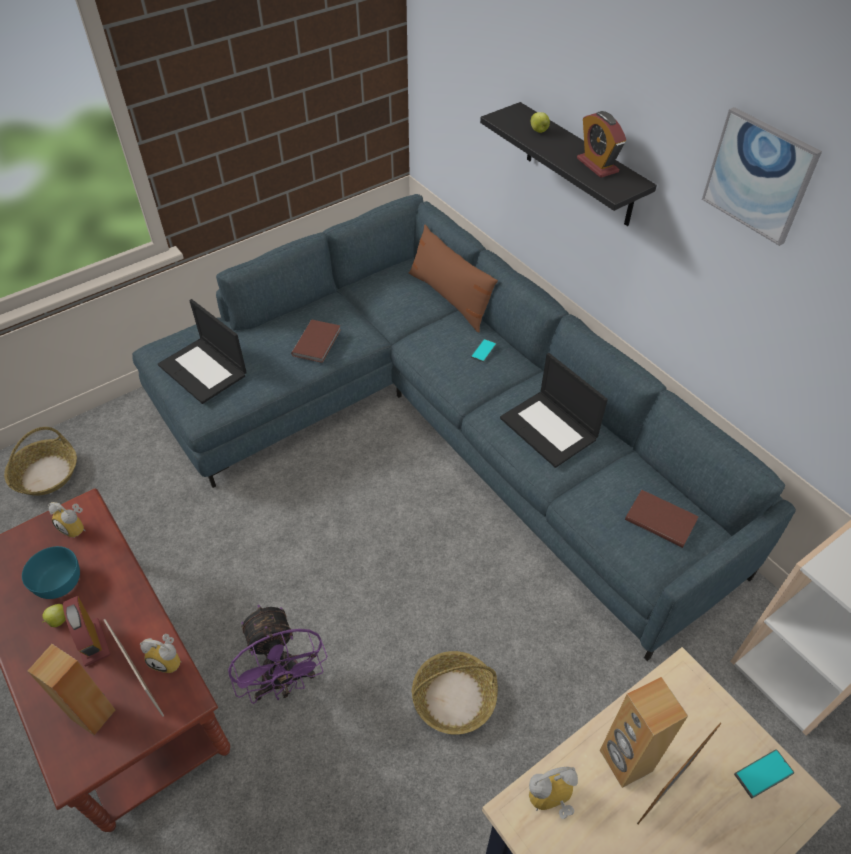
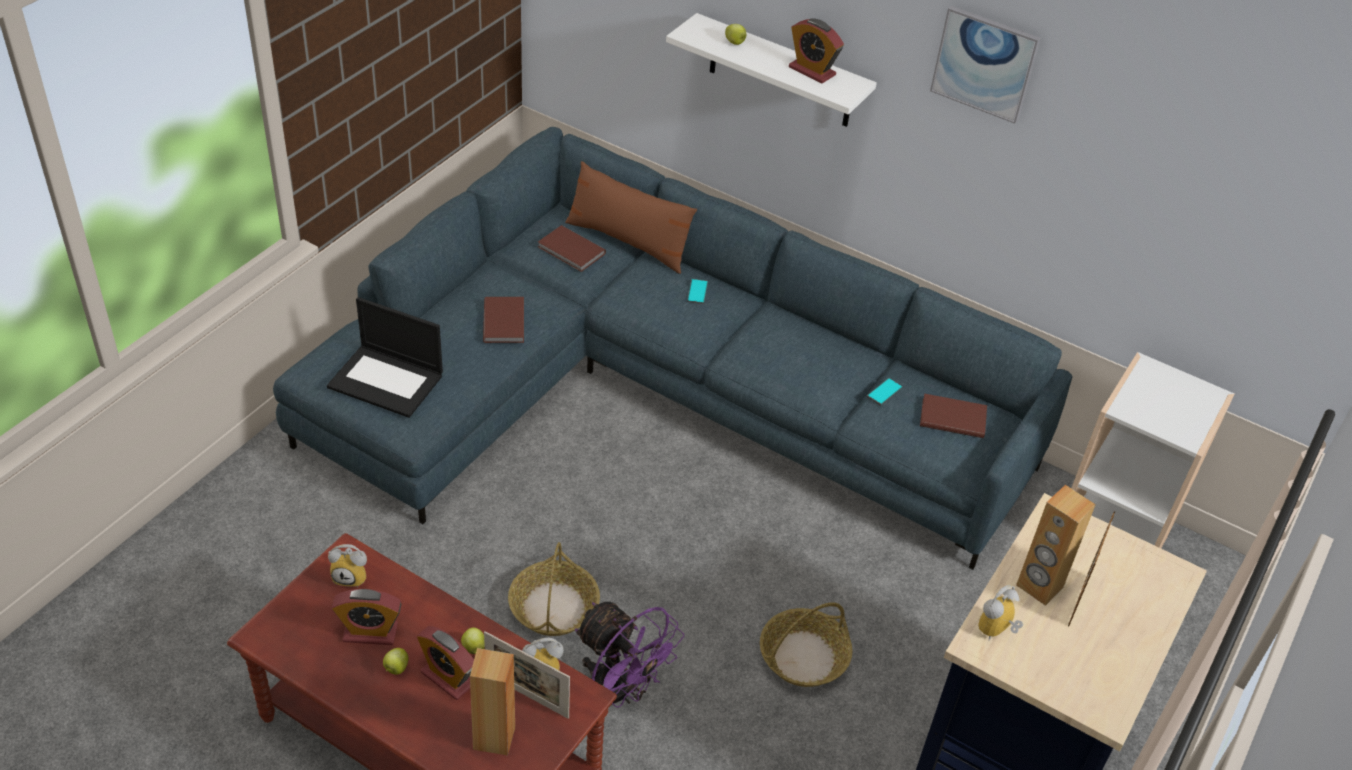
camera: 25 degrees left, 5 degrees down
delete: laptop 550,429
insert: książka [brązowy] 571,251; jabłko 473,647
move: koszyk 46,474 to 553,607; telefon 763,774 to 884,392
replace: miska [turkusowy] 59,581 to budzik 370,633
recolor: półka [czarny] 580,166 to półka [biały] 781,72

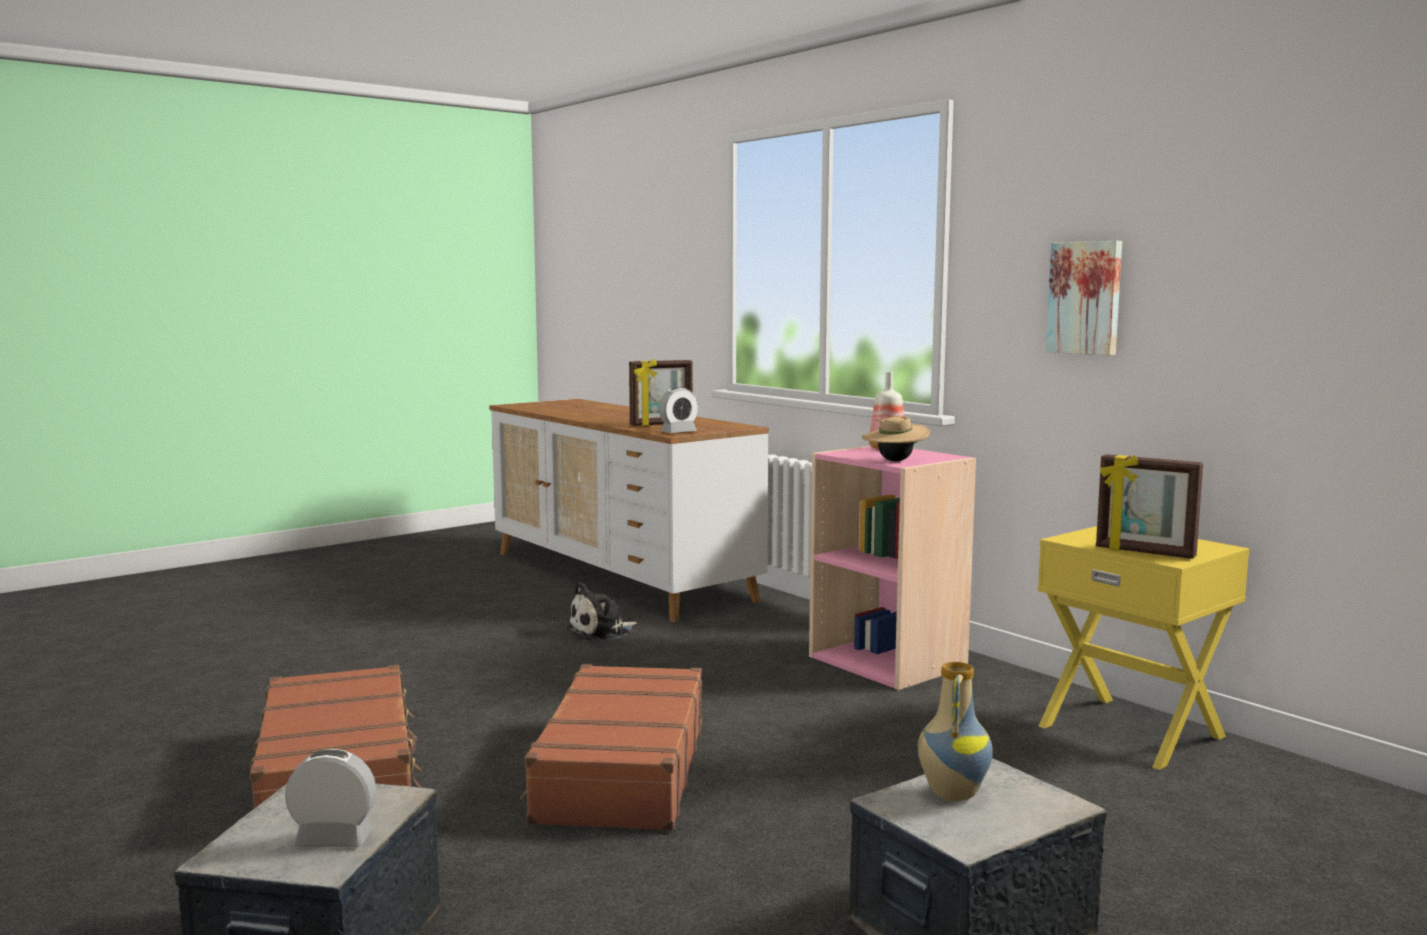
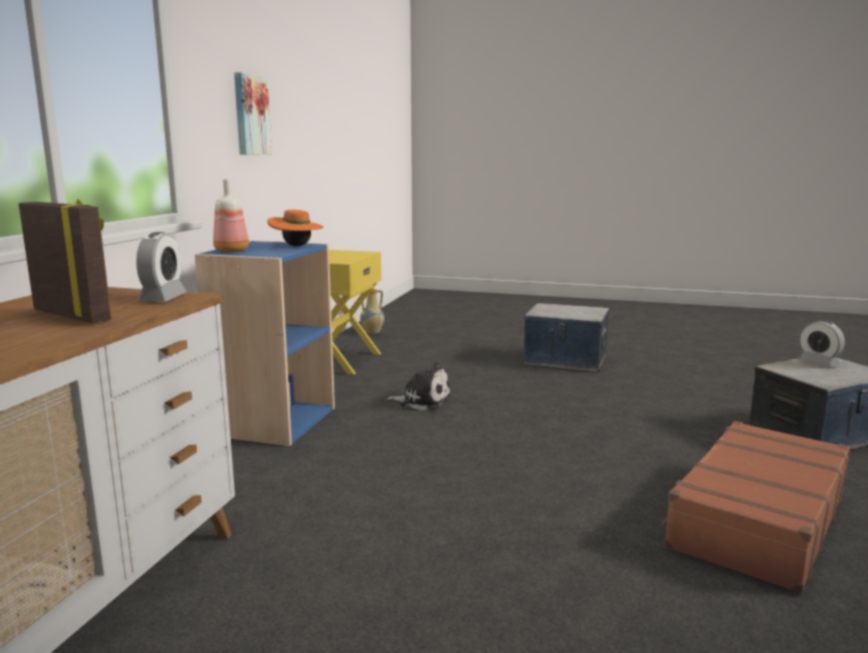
camera: 125 degrees left, 5 degrees up
delete: ramka na zdjęcie 1144,552; walizka [brązowy] 620,770
move: pluszak 602,632 to 422,401; wazon 951,794 to 372,333
recolor: kapelusz [beżowy] 894,460 to kapelusz [pomarańczowy] 296,246; regał [różowy] 889,662 to regał [niebieski] 275,420
rotate: budzik 678,432 = 163,298 75 degrees clockwise

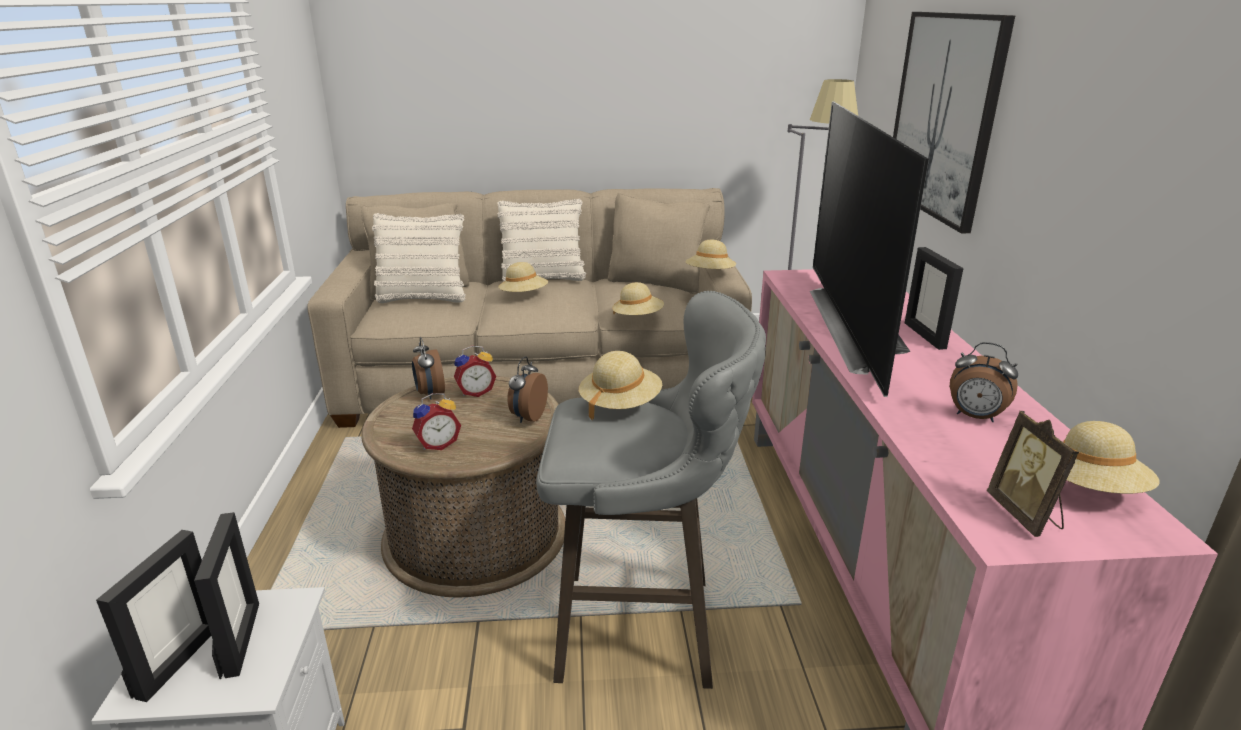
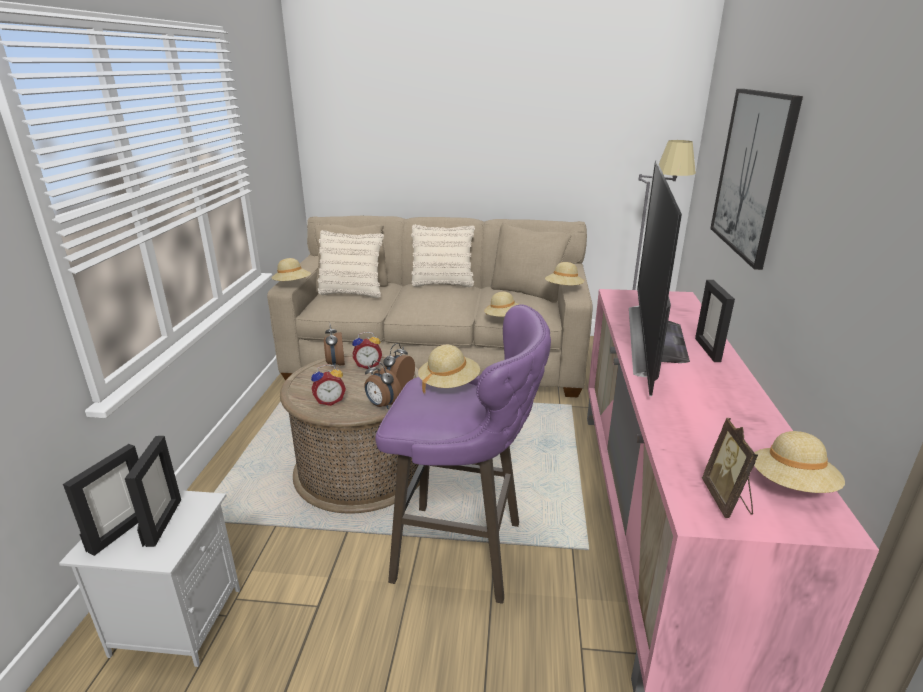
camera: 10 degrees right, 0 degrees up
move: kapelusz [beżowy] 524,296 to 292,284; budzik 975,417 to 382,405
recolor: stołek [szary] 645,628 to stołek [fioletowy] 464,552

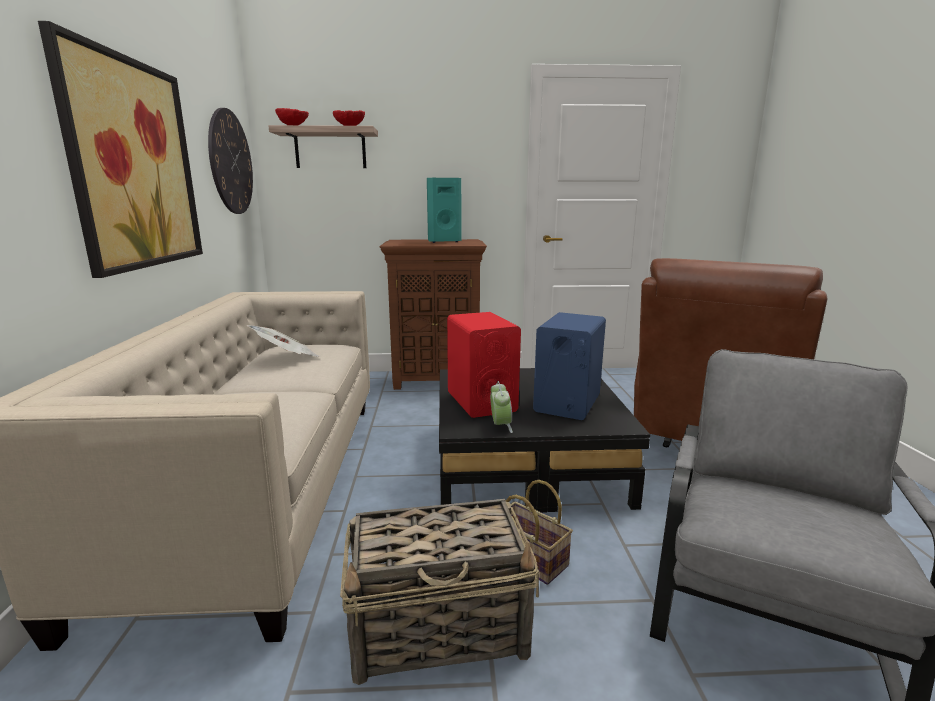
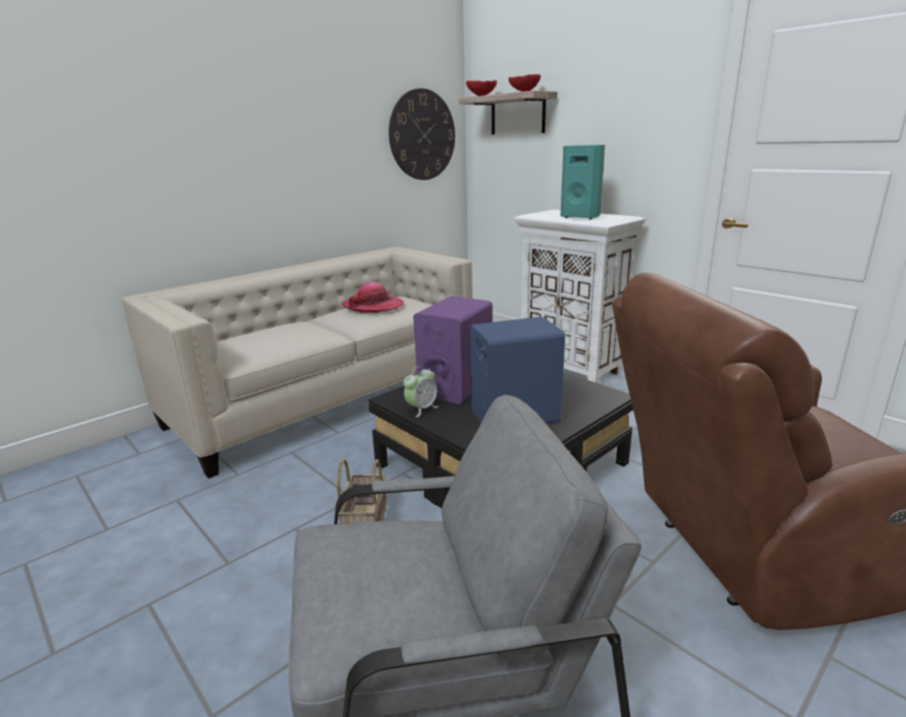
camera: 50 degrees right, 5 degrees up
delete: obraz 133,165; koszyk 440,628
replace: gazeta 287,358 to kapelusz 373,306
recolor: szafka [brązowy] 437,380 to szafka [biały] 571,367; głośnik [czerwony] 481,401 to głośnik [fioletowy] 456,386

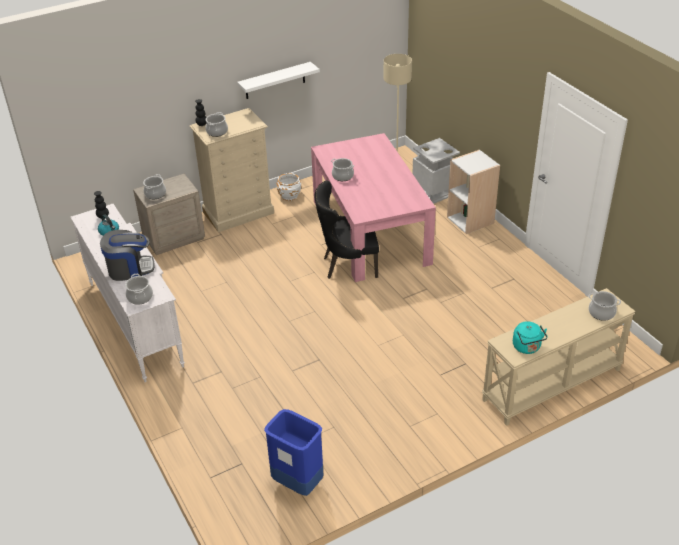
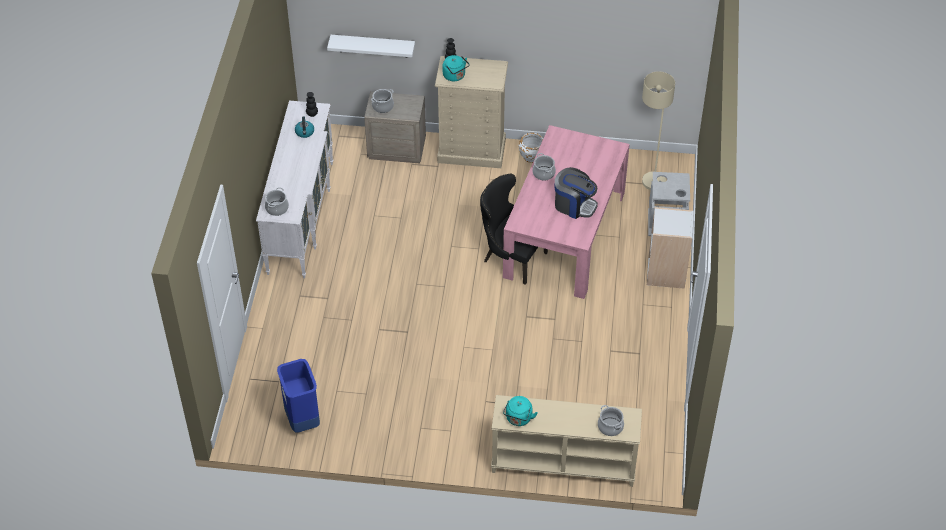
camera: 35 degrees right, 10 degrees up
move: półka [biały] 275,81 to 373,46; ekspres do kawy 130,269 to 574,205
replace: garnek 217,132 to czajnik [turkusowy] 455,76

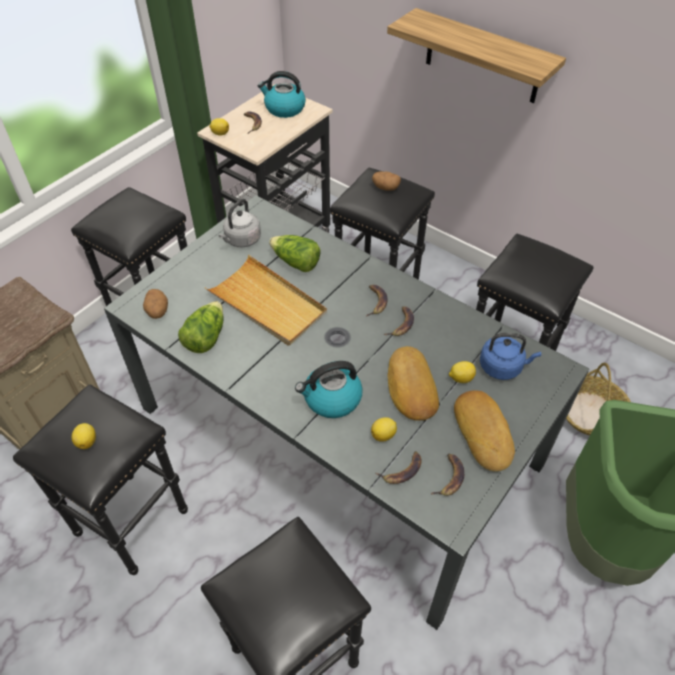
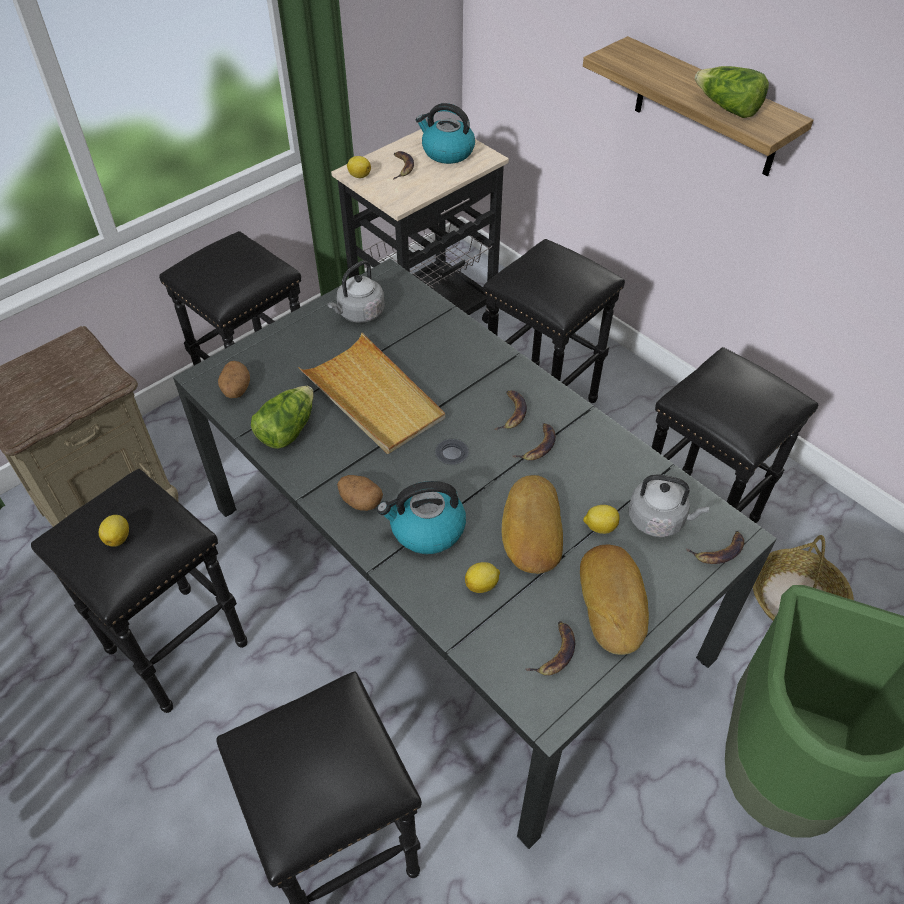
camera: 10 degrees right, 0 degrees up
move: ziemniak 385,188 to 360,501; sałata 296,262 to 727,108; banan 402,470 to 719,551
recolor: czajnik [niebieski] 502,367 to czajnik [szary] 659,520

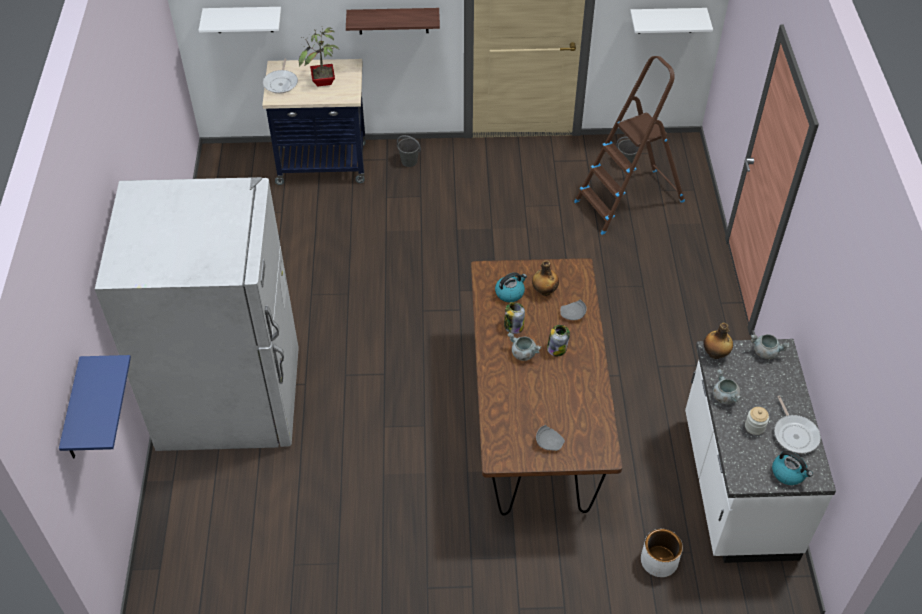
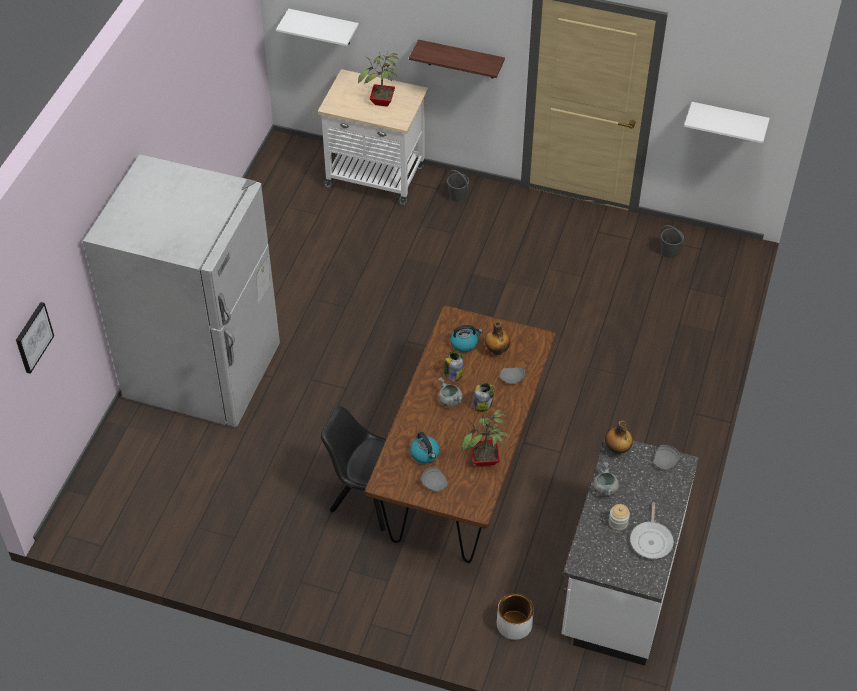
camera: 20 degrees right, 0 degrees up
delete: drabinka [brązowy] 628,201; patelnia 281,83
insert: krzesło [czarny] 367,499; roślina doniczkowa 484,461
move: czajnik 788,473 to 425,454
replace: garnek [szary] 766,352 to talerz [szary] 665,461; półka [niebieski] 74,413 to obraz 33,337
recolor: wózek [niebieski] 323,164 to wózek [biały] 376,178

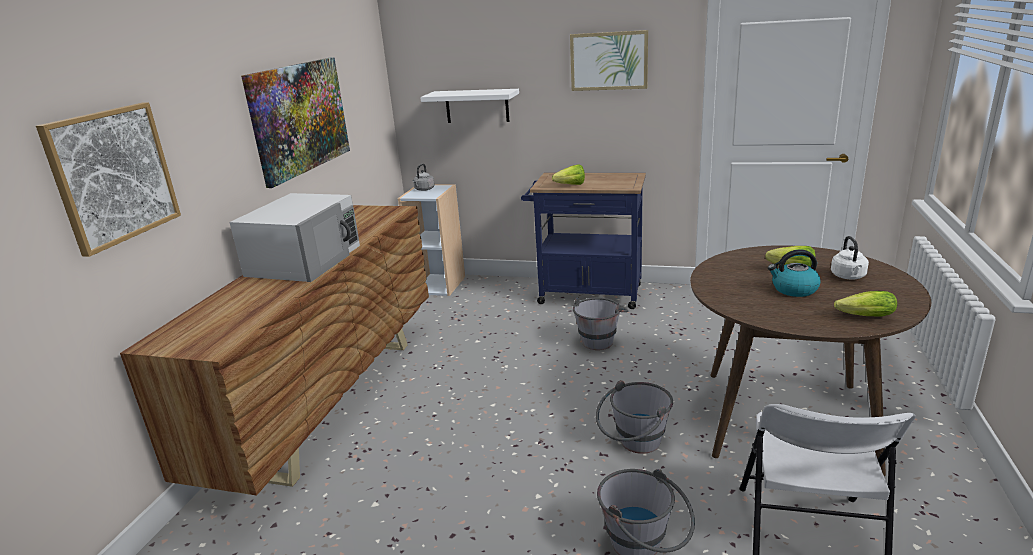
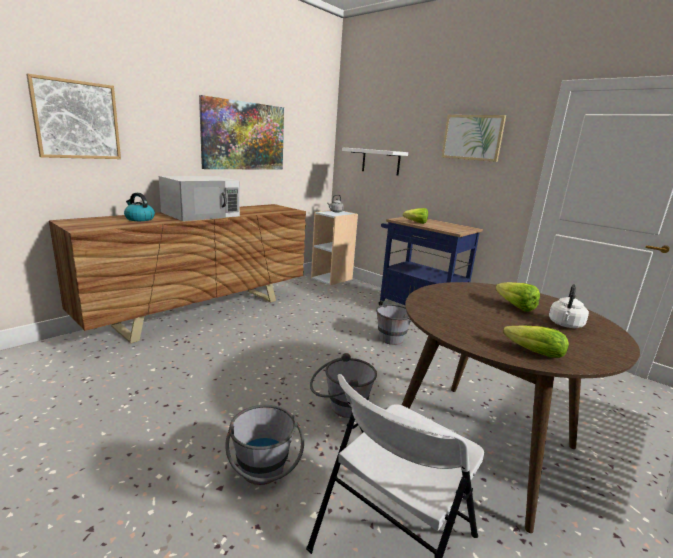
camera: 25 degrees right, 5 degrees down
move: czajnik 793,289 to 139,219

